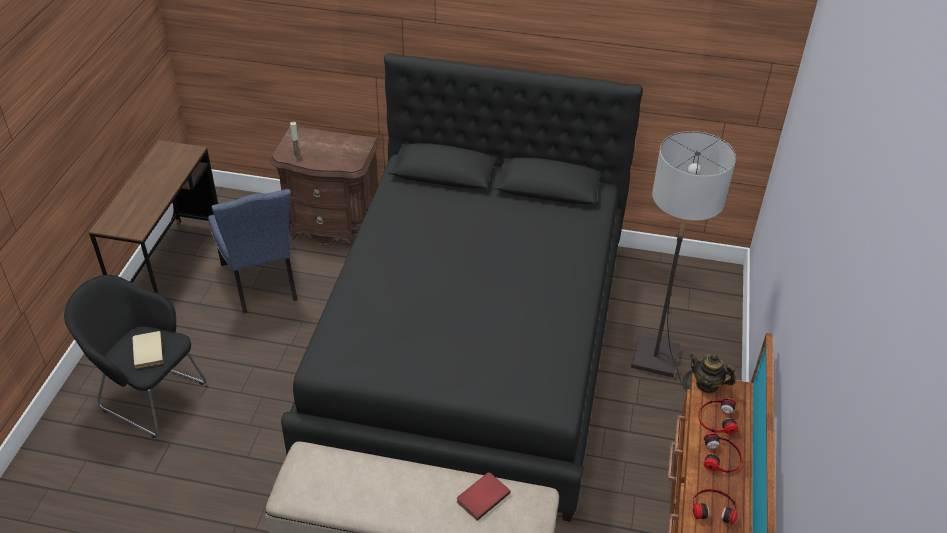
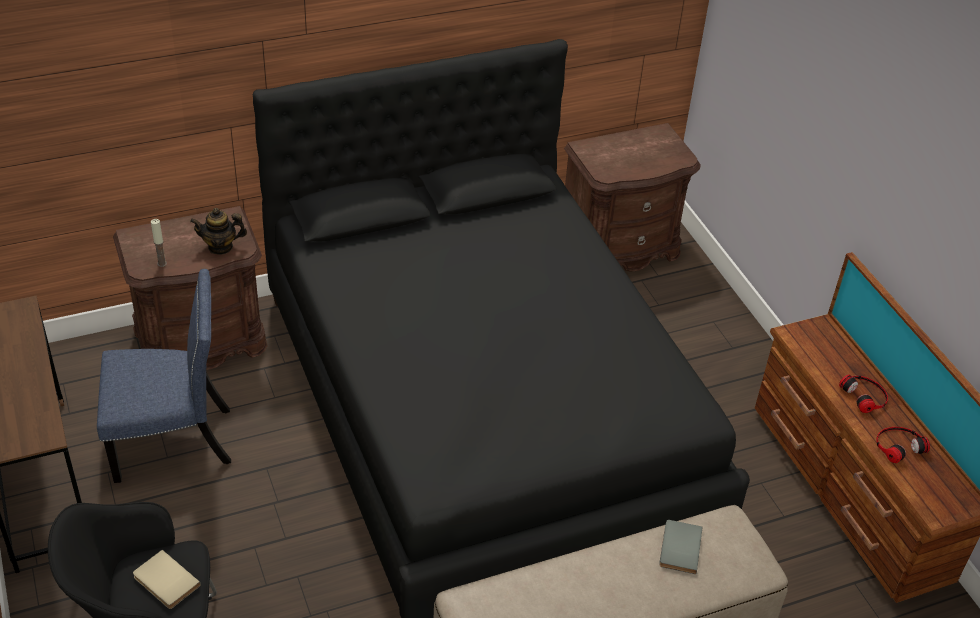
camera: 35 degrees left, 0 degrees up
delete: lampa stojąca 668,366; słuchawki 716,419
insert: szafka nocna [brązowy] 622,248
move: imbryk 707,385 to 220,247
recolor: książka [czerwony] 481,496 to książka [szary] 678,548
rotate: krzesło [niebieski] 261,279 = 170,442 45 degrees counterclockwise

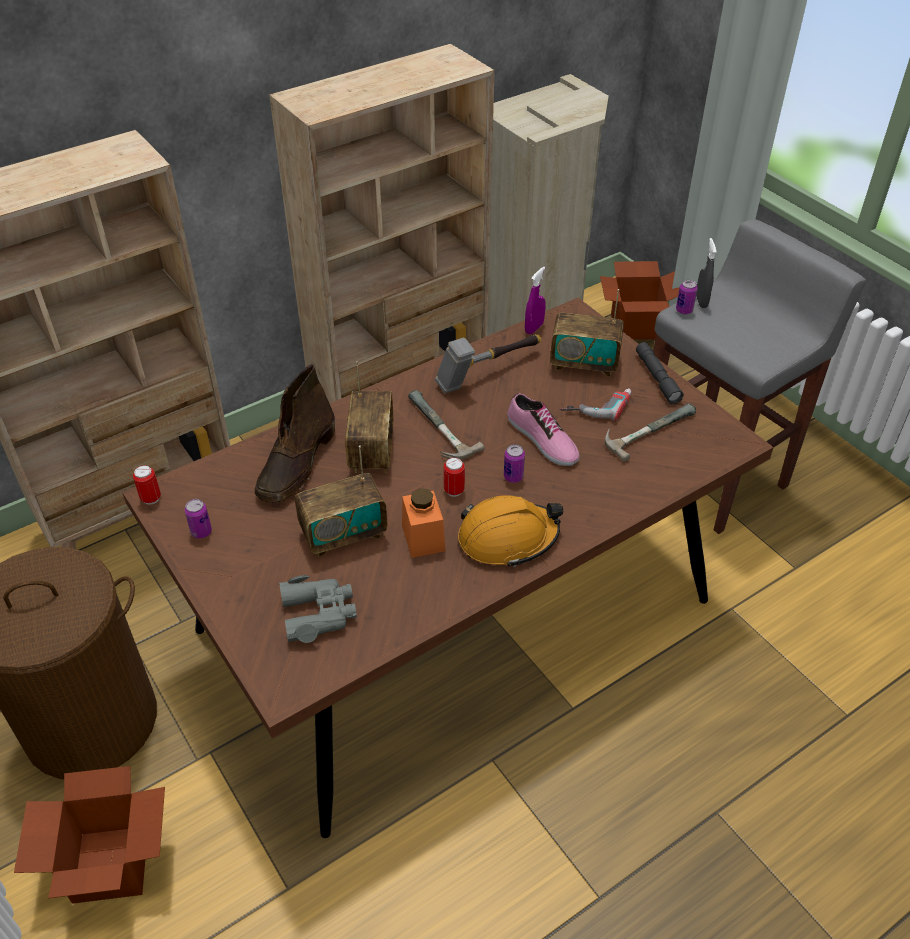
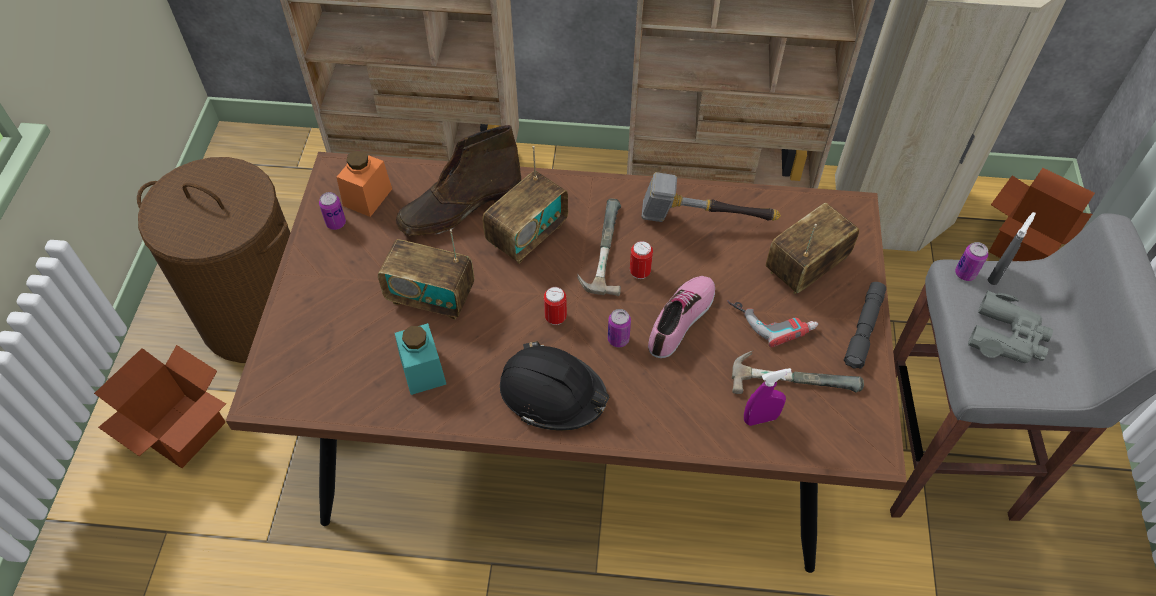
camera: 40 degrees right, 10 degrees up
insert: słoik [turkusowy] 423,370
move: spryskiwacz [fioletowy] 534,328 to 760,418; puszka 151,498 to 640,272; słoik [pomarańczowy] 423,538 to 367,197; lornetka [szary] 319,613 to 1007,337
recolor: kask [pomarańczowy] 508,538 to kask [czarny] 553,394
rotate: radio 584,363 = 805,268 90 degrees clockwise; but 541,440 = 682,320 150 degrees counterclockwise

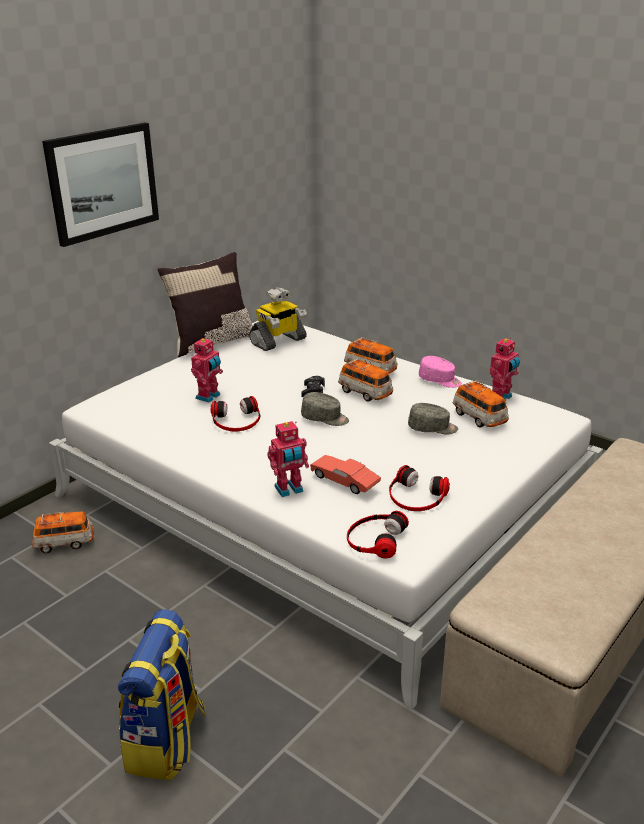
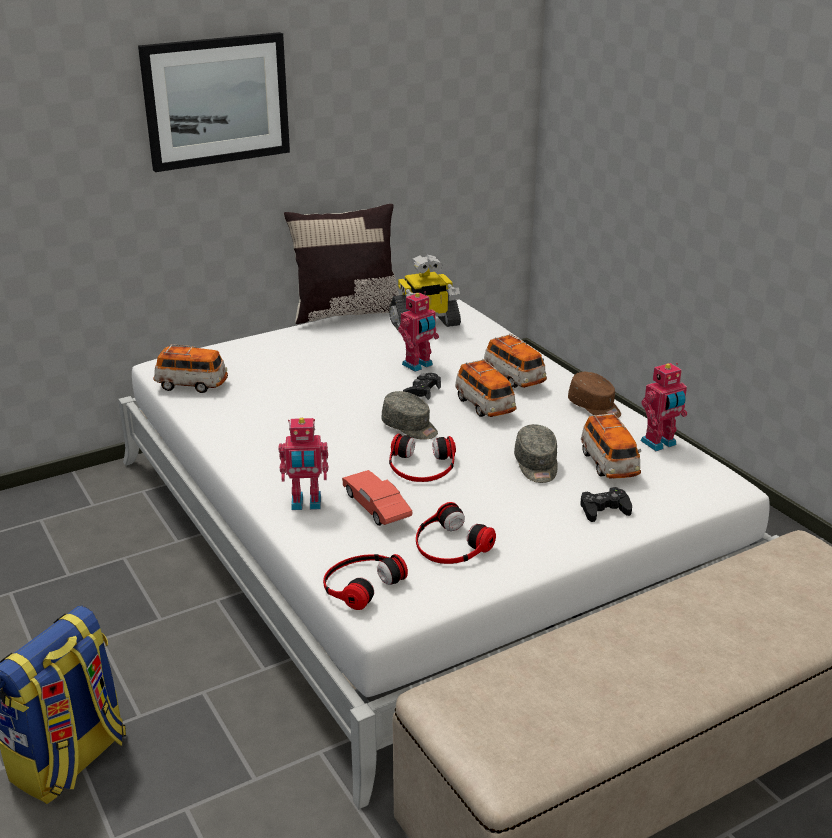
camera: 20 degrees right, 0 degrees up
insert: pad do gier [czarny] 604,510
move: robot zabawkowy 209,397 to 418,365; słuchawki 236,420 to 421,466; samochodzik 64,543 to 192,385
recolor: czapka z daszkiem [różowy] 440,380 to czapka z daszkiem [brązowy] 595,407
rotate: czapka z daszkiem [szary] 432,428 = 536,465 60 degrees clockwise

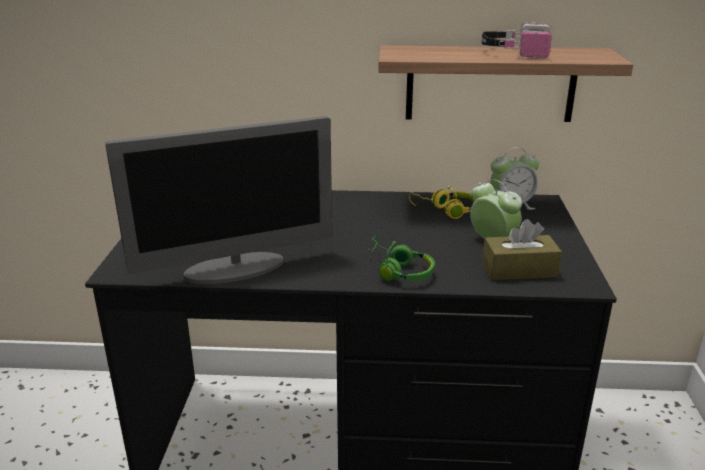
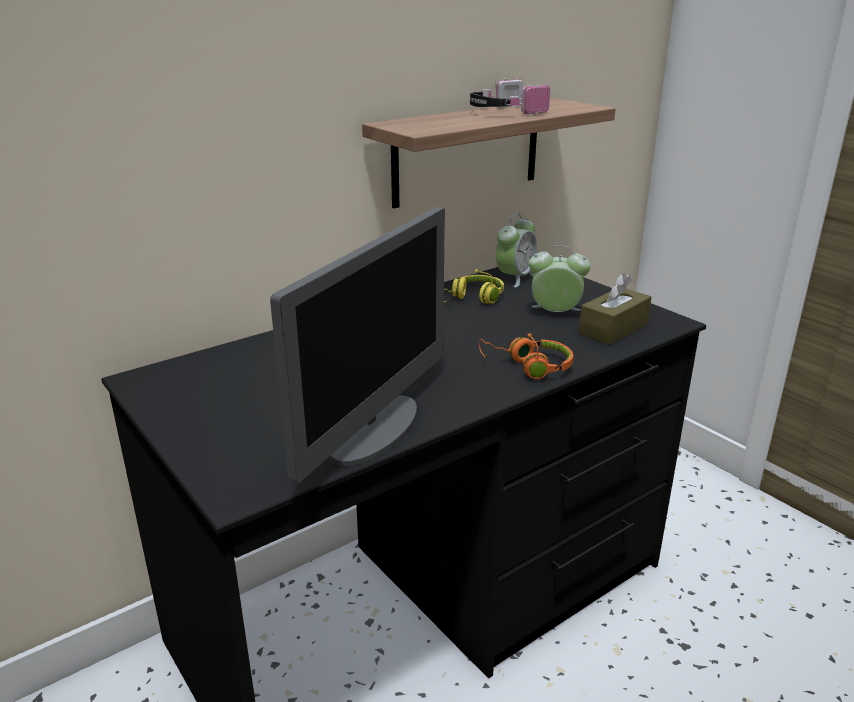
camera: 40 degrees left, 0 degrees up
recolor: słuchawki [zielony] 398,270 to słuchawki [pomarańczowy] 528,366

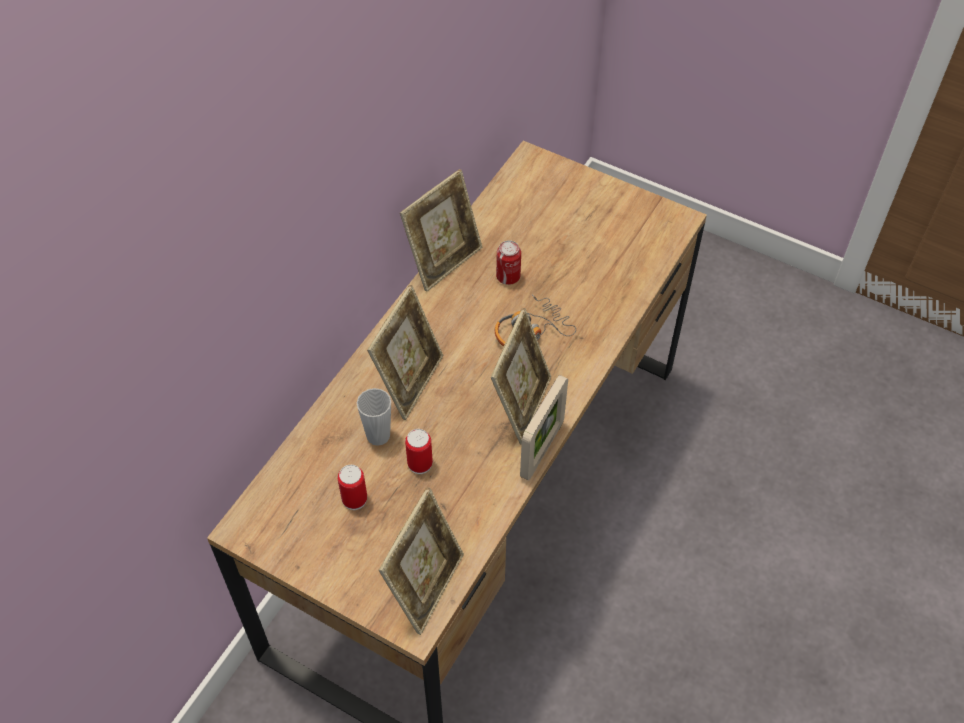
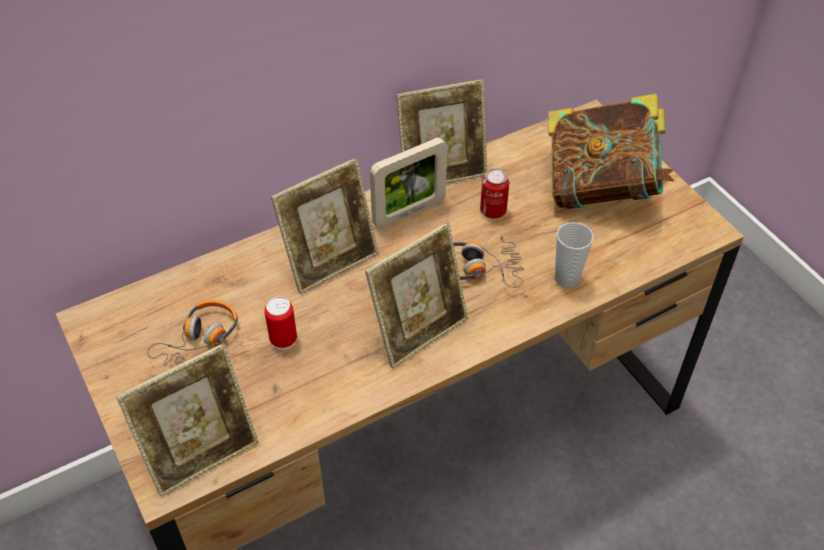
camera: 30 degrees right, 5 degrees down
insert: książka 601,187
move: ramka na zdjęcie 542,450 to 409,212; filiżanka 378,436 to 567,278
replace: puszka 354,499 to słuchawki 201,342

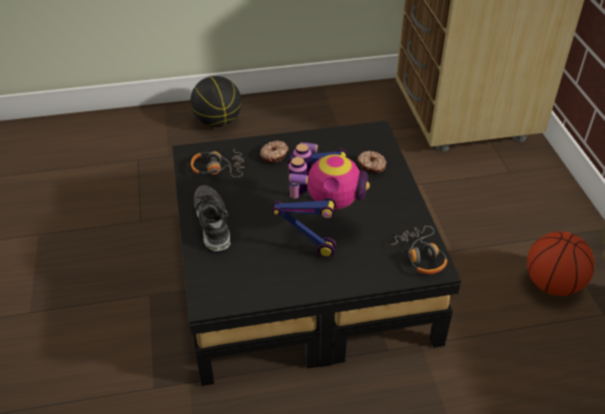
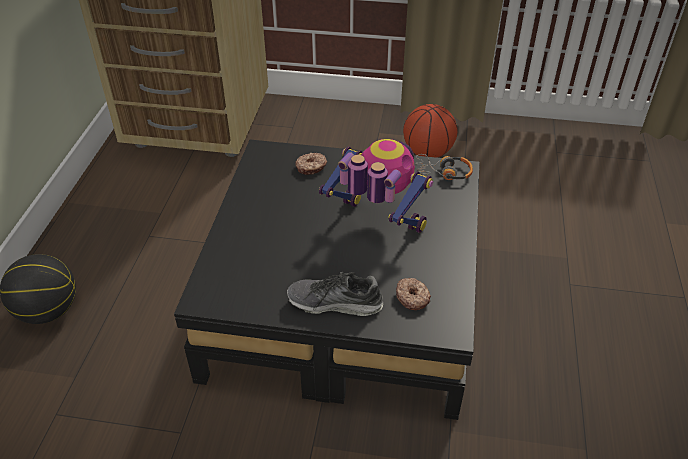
camera: 70 degrees left, 0 degrees up
delete: słuchawki 218,168
move: donut 274,155 to 412,297

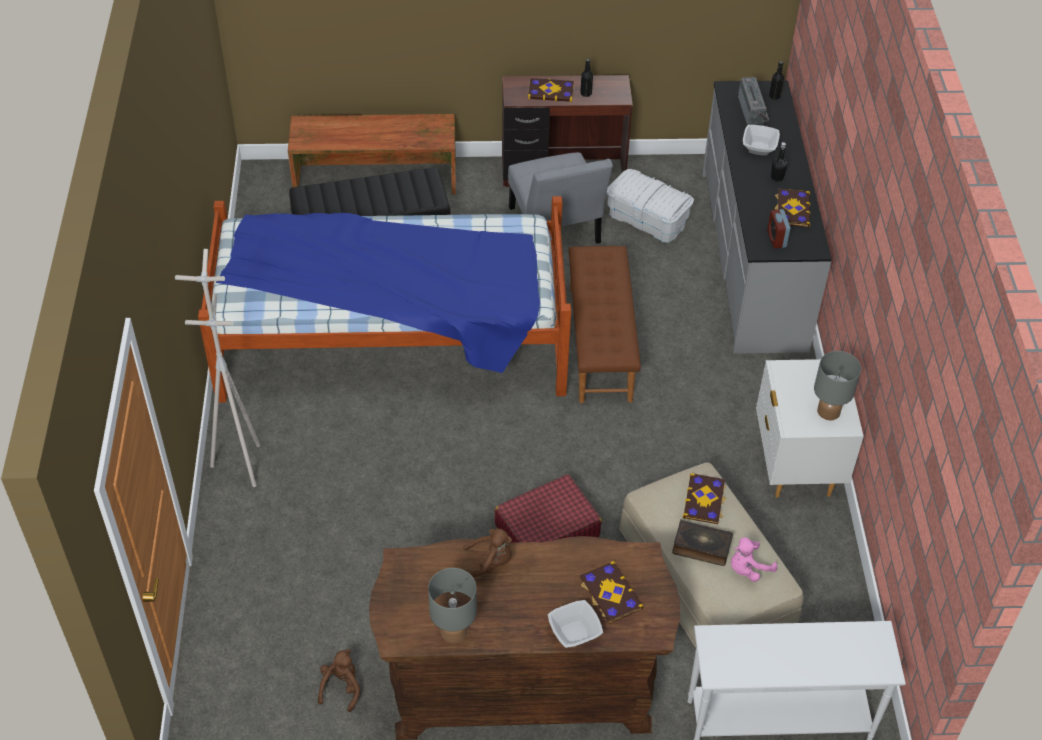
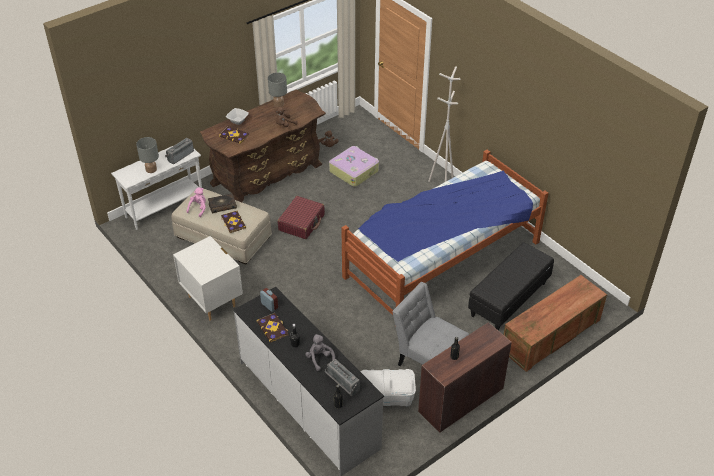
camera: 145 degrees right, 5 degrees down
delete: książka 550,91; ławka [brązowy] 599,343
insert: radio 179,155; walizka 354,171
move: lampa stołowa [szary] 828,412 to 151,169
replace: miska 758,148 to pluszak [szary] 319,359

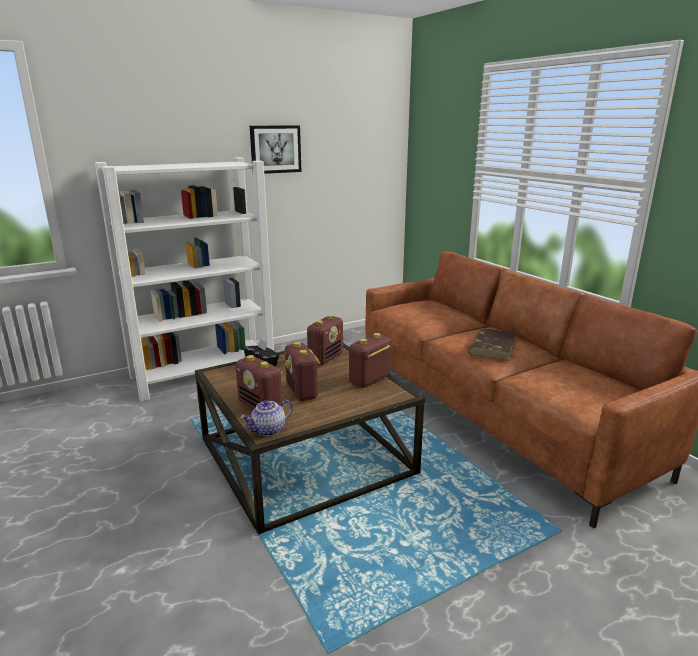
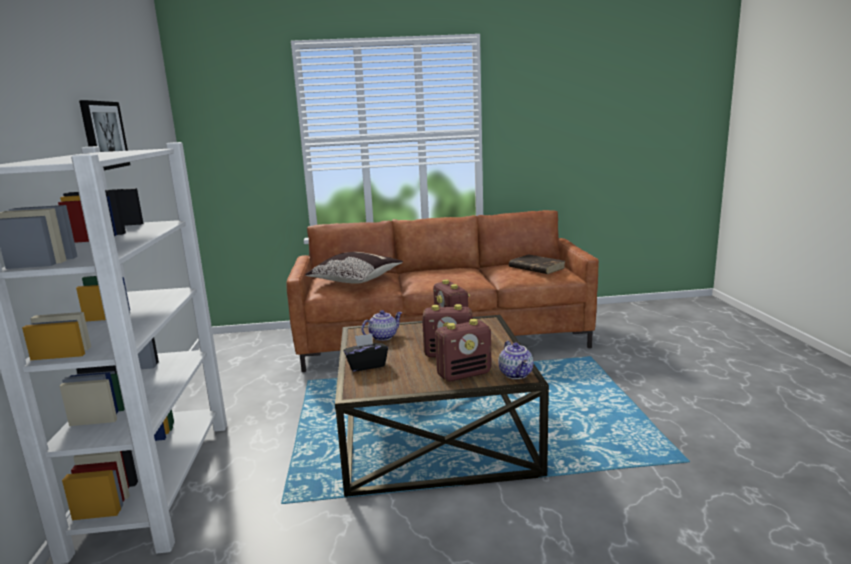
camera: 65 degrees left, 5 degrees down
insert: poduszka 356,280
move: książka [brązowy] 492,347 to 536,267
replace: radio 325,358 to imbryk 383,337

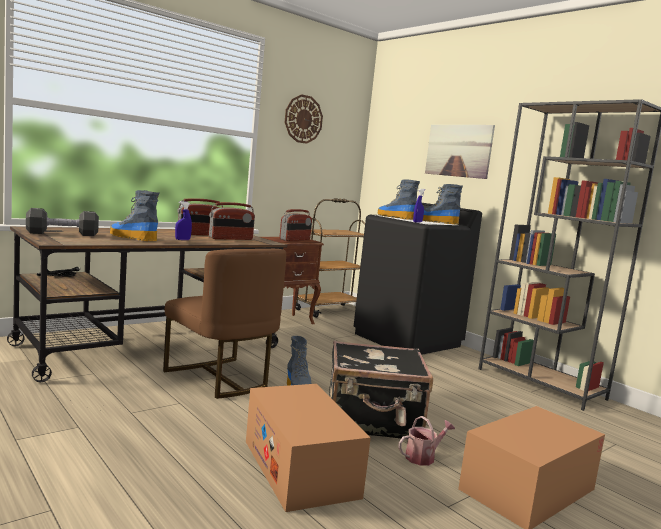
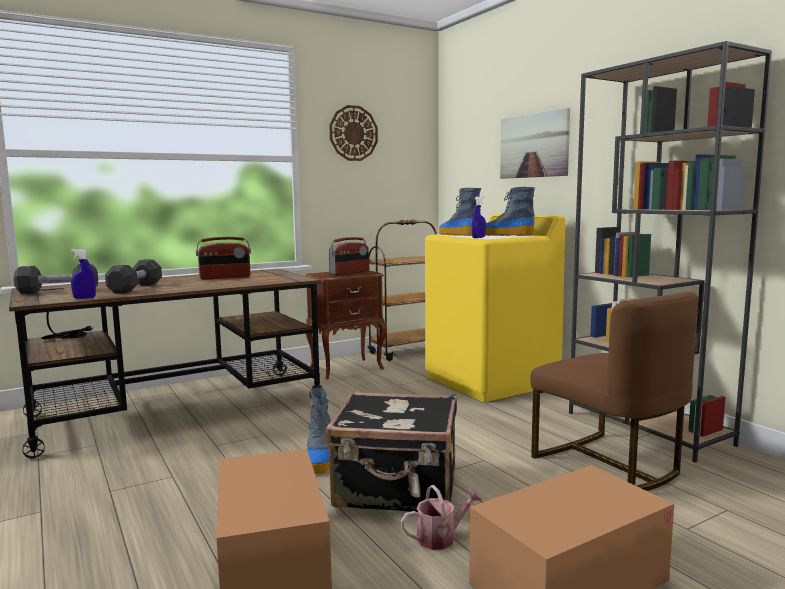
camera: 10 degrees right, 0 degrees up
delete: radio 231,239
move: spryskiwacz [niebieski] 182,239 to 84,298; krzesło [brązowy] 220,378 to 608,464
replace: but z cholewką 132,237 to hantel [czarny] 135,288
recolor: pralka [czarny] 407,340 to pralka [żółty] 491,381

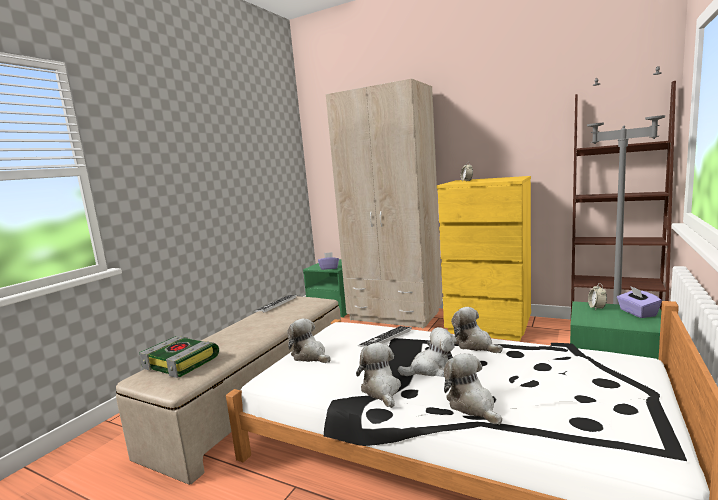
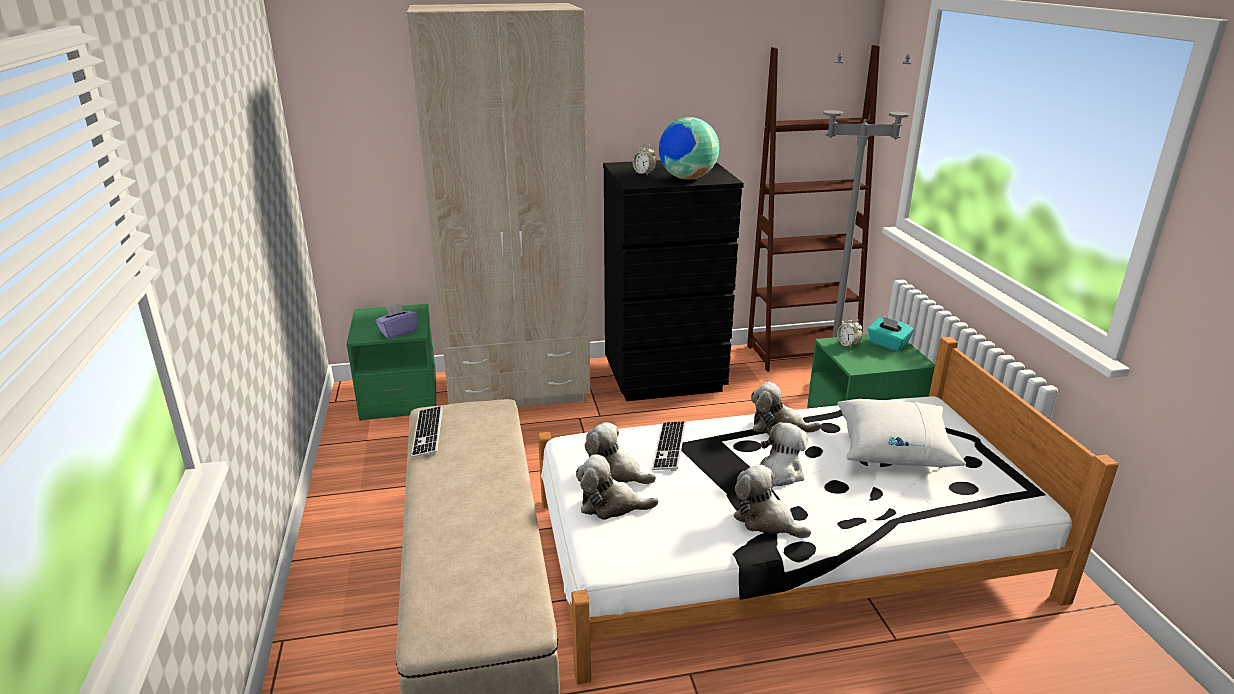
camera: 40 degrees left, 15 degrees up
delete: książka 182,362
insert: globus 687,178; poduszka [szary] 893,449
move: pluszak 472,405 to 616,473
recolor: komoda [żółty] 489,325 to komoda [czarny] 664,375; pudełko chusteczek [fioletowy] 637,313 to pudełko chusteczek [turkusowy] 887,344

